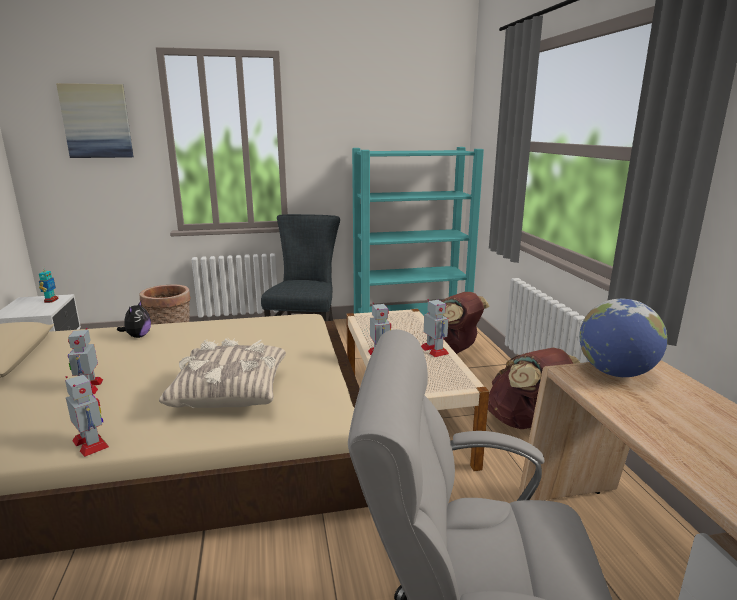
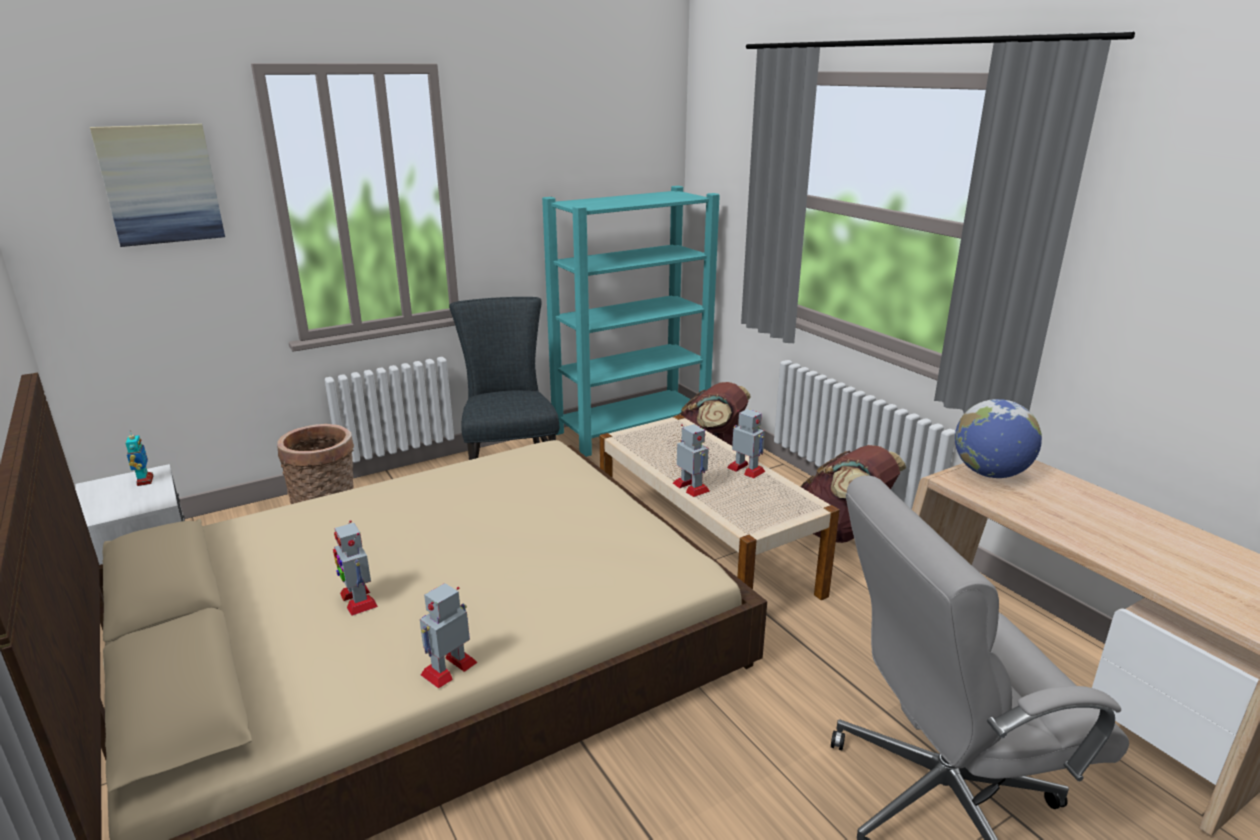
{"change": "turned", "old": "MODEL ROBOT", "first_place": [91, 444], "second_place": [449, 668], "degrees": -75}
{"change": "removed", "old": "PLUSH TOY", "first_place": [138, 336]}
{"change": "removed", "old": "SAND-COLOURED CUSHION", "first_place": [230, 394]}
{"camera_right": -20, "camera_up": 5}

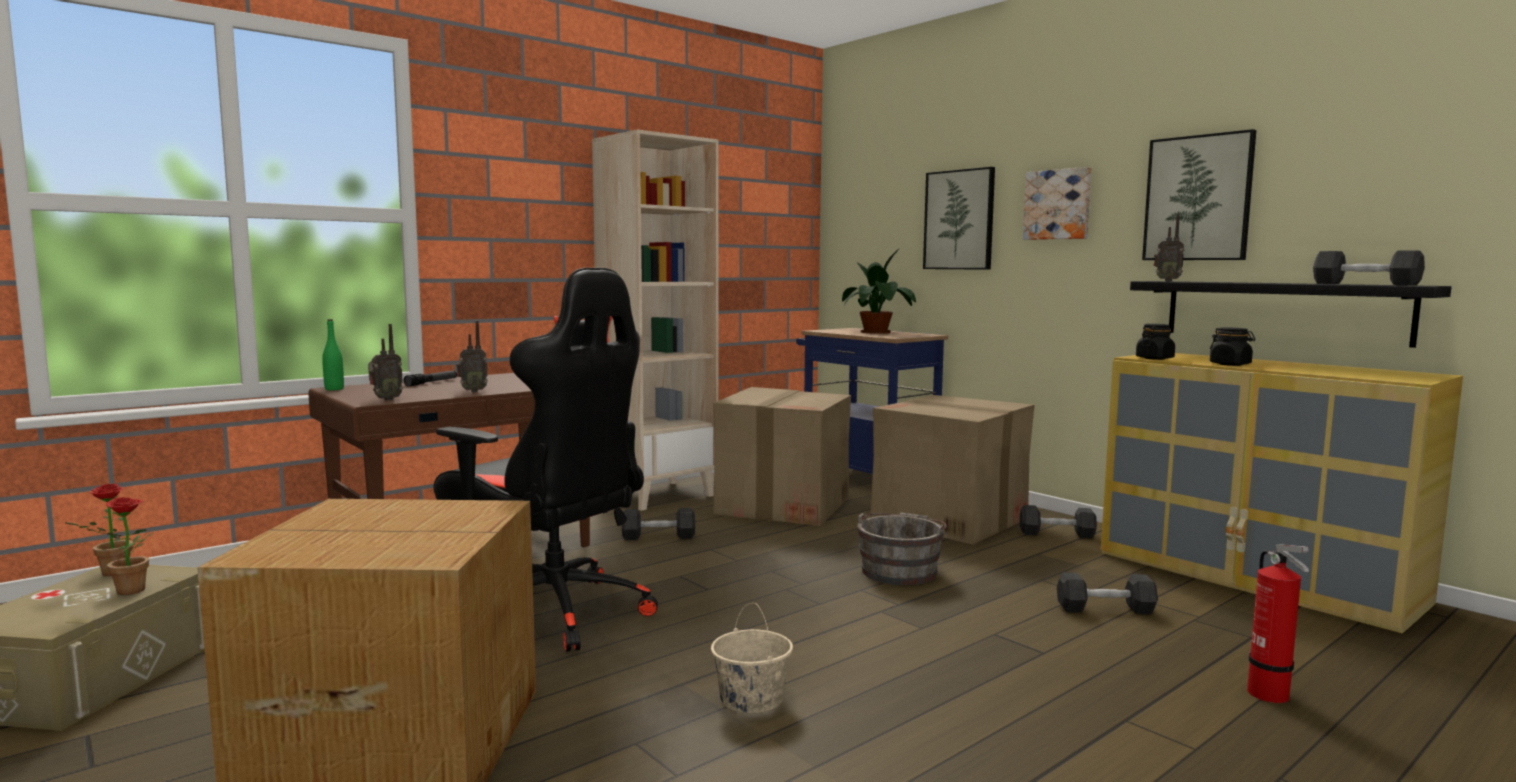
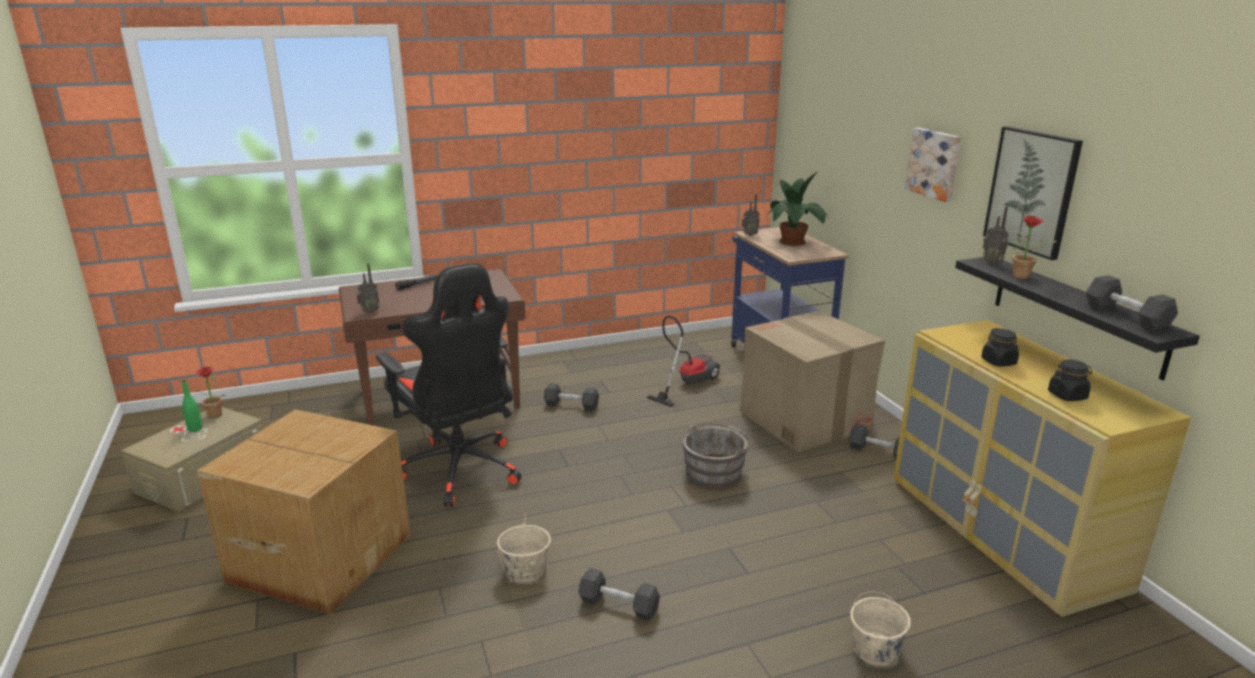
{"change": "moved", "old": "GREENISH BOTTLE", "first_place": [334, 389], "second_place": [195, 429]}
{"change": "moved", "old": "BLACKISH FREE WEIGHT", "first_place": [1105, 609], "second_place": [619, 605]}
{"change": "replaced", "old": "CARTON", "new": "VACUUM", "first_place": [783, 505], "second_place": [686, 383]}
{"change": "moved", "old": "RADIO SET", "first_place": [473, 391], "second_place": [749, 235]}
{"change": "replaced", "old": "FIRE-FIGHTING CYLINDER", "new": "SAND-COLOURED BUCKET", "first_place": [1271, 696], "second_place": [876, 649]}
{"change": "moved", "old": "POTTED PLANT", "first_place": [136, 590], "second_place": [1024, 277]}
{"change": "moved", "old": "BLACKISH JAR", "first_place": [1154, 358], "second_place": [1067, 395]}
{"change": "removed", "old": "SAND-COLOURED SHELVING UNIT", "first_place": [658, 495]}
{"change": "removed", "old": "WALL ART", "first_place": [959, 220]}
{"camera_right": 20, "camera_up": 15}

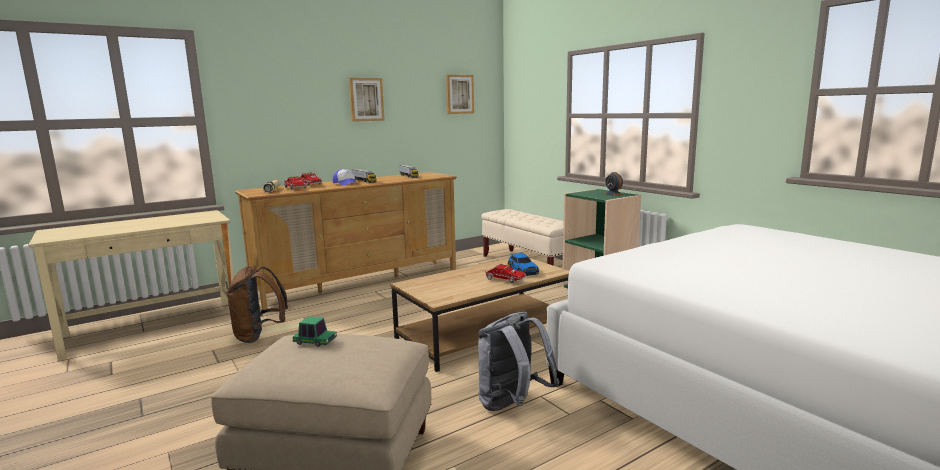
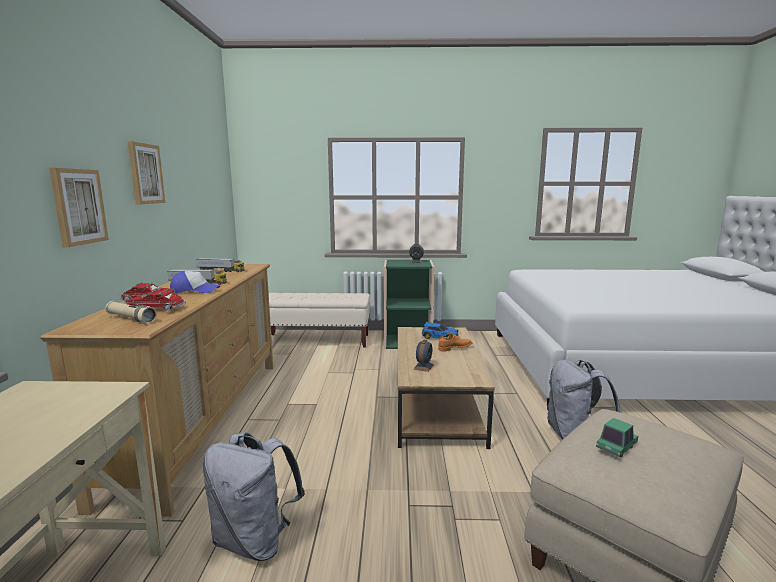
{"change": "moved", "old": "WALL ART", "first_place": [459, 94], "second_place": [78, 206]}
{"change": "recoloured", "old": "BROWN KNAPSACK", "new": "GREYISH KNAPSACK", "first_place": [259, 336], "second_place": [255, 540]}
{"change": "added", "new": "BEDSIDE CLOCK", "second_place": [423, 367]}
{"change": "replaced", "old": "TOY LORRY", "new": "ORANGE-COLOURED LOW SHOE", "first_place": [503, 280], "second_place": [455, 348]}
{"camera_right": -55, "camera_up": 0}

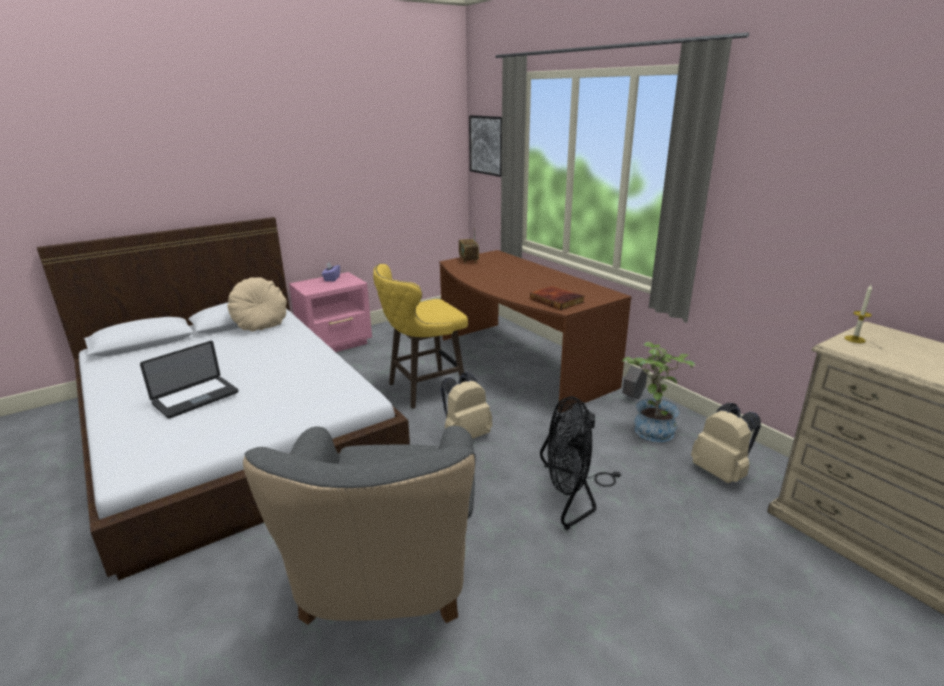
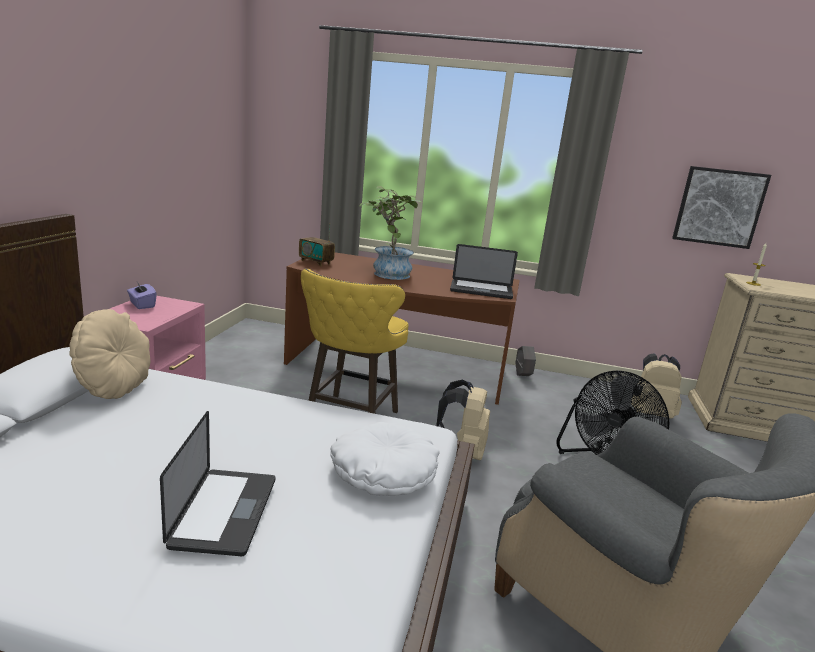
{"change": "added", "new": "WHITE CUSHION", "second_place": [385, 473]}
{"change": "moved", "old": "POTTED PLANT", "first_place": [651, 427], "second_place": [387, 273]}
{"change": "replaced", "old": "BOUND BOOK", "new": "LAPTOP", "first_place": [557, 300], "second_place": [481, 290]}
{"change": "moved", "old": "WALL ART", "first_place": [488, 145], "second_place": [719, 207]}
{"camera_right": -45, "camera_up": -5}

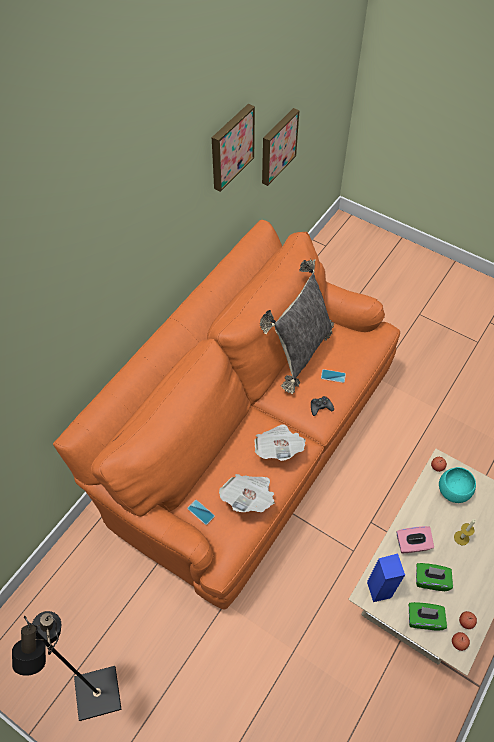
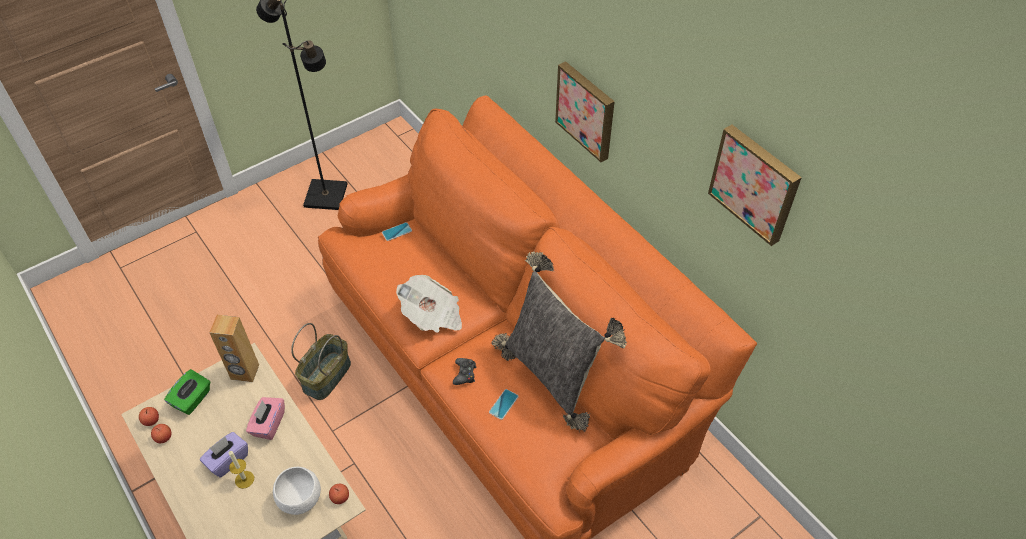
{"change": "added", "new": "PURPLE-COLOURED BOX OF TISSUES", "second_place": [228, 460]}
{"change": "recoloured", "old": "BLUE AUDIO SPEAKER", "new": "BROWN AUDIO SPEAKER", "first_place": [379, 590], "second_place": [245, 372]}
{"change": "recoloured", "old": "TURQUOISE SERVING BOWL", "new": "WHITE SERVING BOWL", "first_place": [452, 491], "second_place": [301, 499]}
{"change": "added", "new": "BASKET", "second_place": [326, 375]}
{"change": "moved", "old": "WALL ART", "first_place": [277, 146], "second_place": [587, 110]}
{"change": "removed", "old": "DAILY PAPER", "first_place": [249, 498]}
{"change": "removed", "old": "GREENISH BOX OF TISSUES", "first_place": [430, 580]}
{"camera_right": 110, "camera_up": -5}

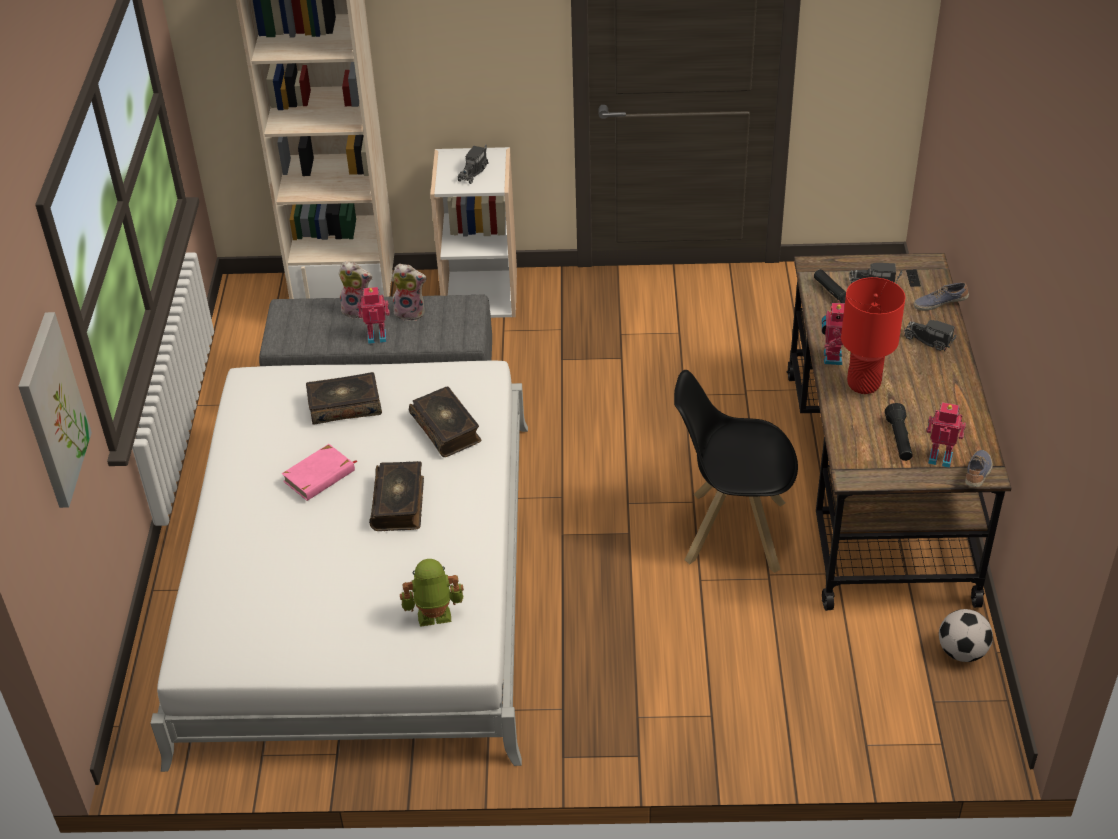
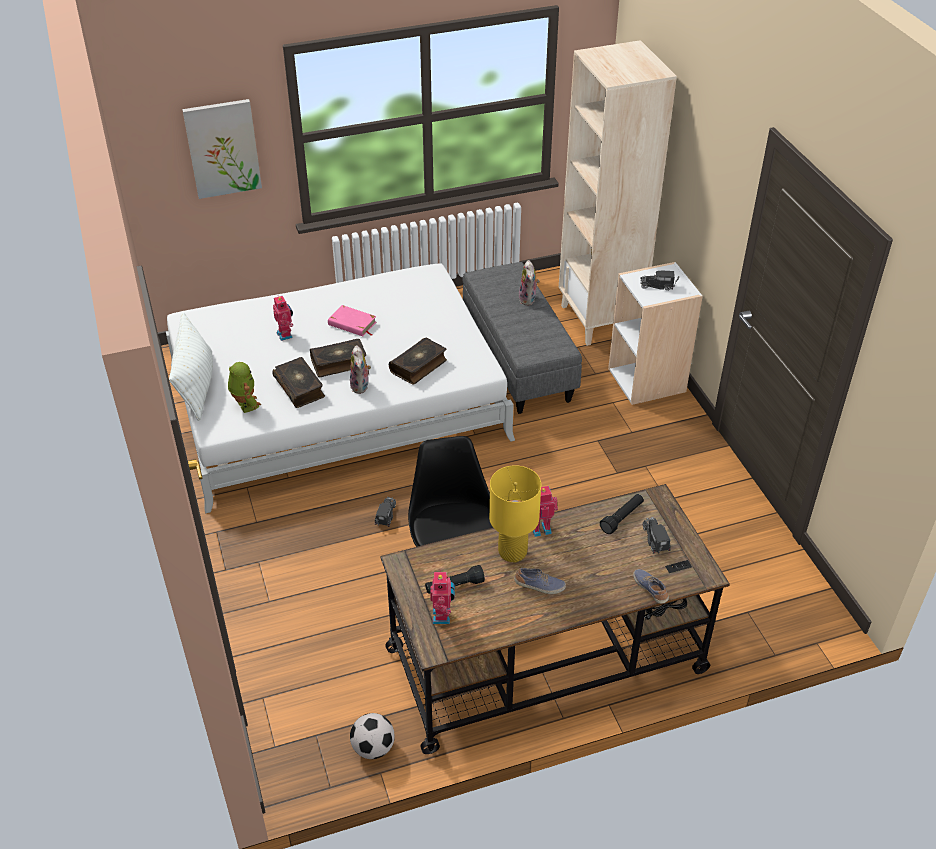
{"change": "added", "new": "WHITE CUSHION", "second_place": [196, 386]}
{"change": "moved", "old": "BOUND BOOK", "first_place": [344, 406], "second_place": [300, 388]}
{"change": "moved", "old": "MODEL ROBOT", "first_place": [377, 336], "second_place": [286, 334]}
{"change": "moved", "old": "PLUSH TOY", "first_place": [411, 312], "second_place": [361, 386]}
{"change": "moved", "old": "TOY LORRY", "first_place": [930, 340], "second_place": [385, 516]}
{"change": "recoloured", "old": "REDDISH TABLE LAMP", "new": "YELLOW TABLE LAMP", "first_place": [863, 387], "second_place": [512, 554]}
{"change": "moved", "old": "LOW SHOE", "first_place": [978, 474], "second_place": [539, 586]}
{"camera_right": 70, "camera_up": 0}

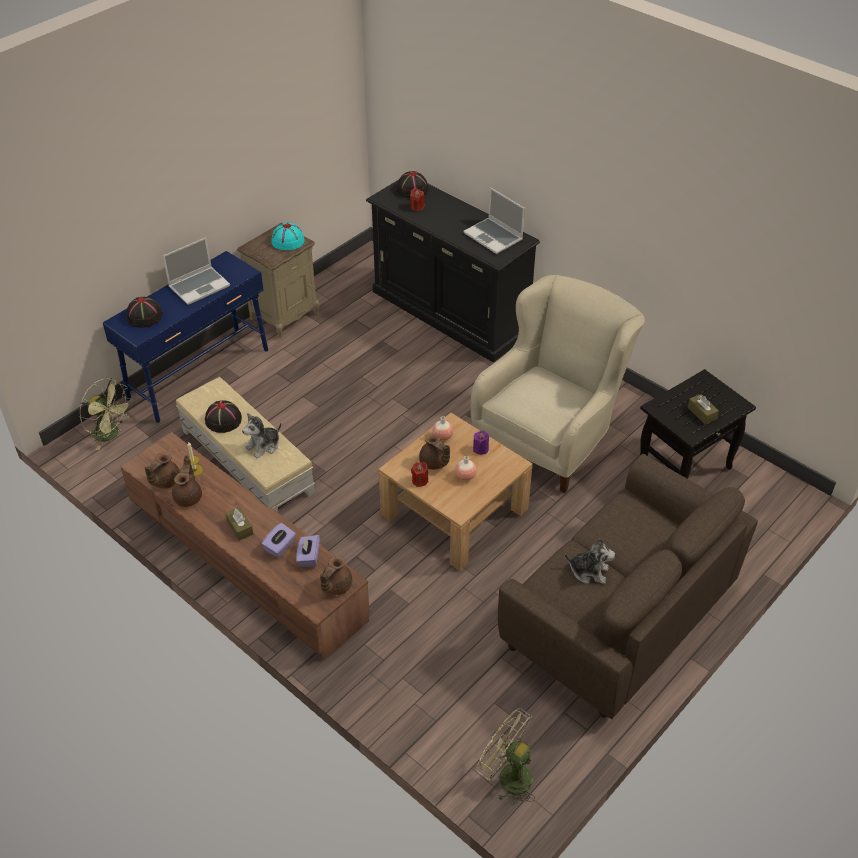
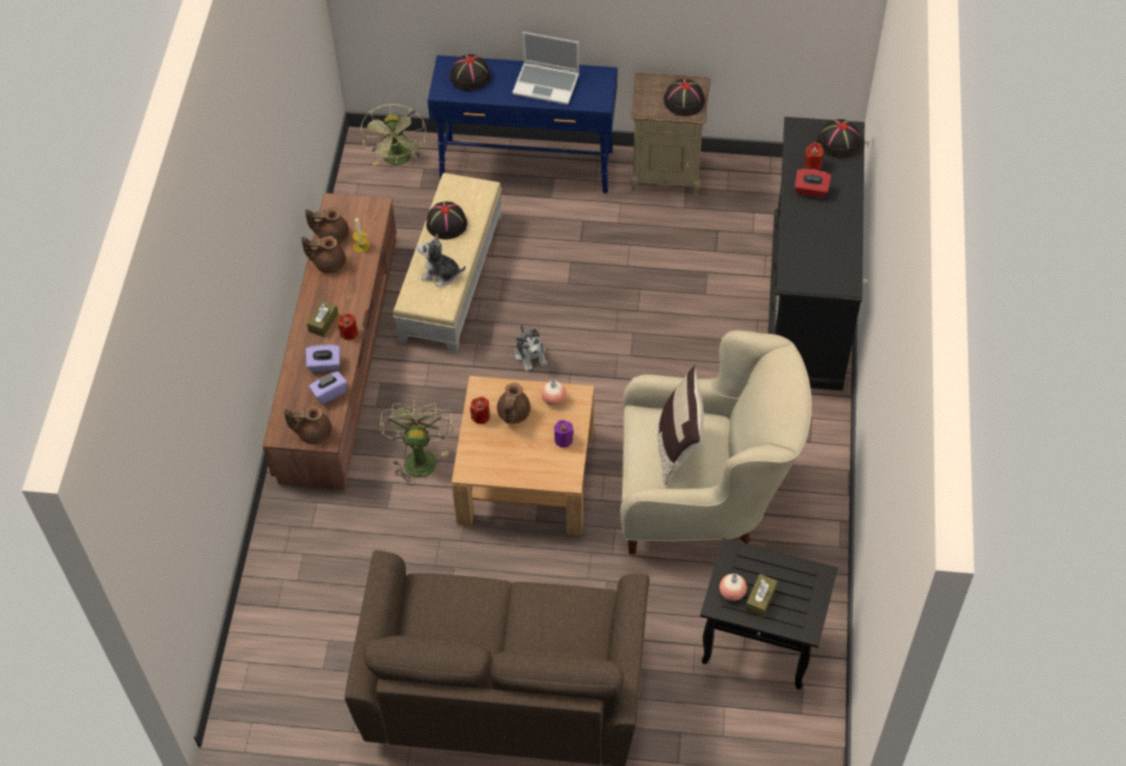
{"change": "turned", "old": "BROWN TEA POT", "first_place": [188, 496], "second_place": [328, 263], "degrees": -150}
{"change": "added", "new": "REDDISH WAX CANDLE", "second_place": [349, 333]}
{"change": "moved", "old": "GREENISH FAN", "first_place": [507, 776], "second_place": [418, 457]}
{"change": "moved", "old": "PLUSH TOY", "first_place": [589, 571], "second_place": [531, 355]}
{"change": "added", "new": "CUSHION", "second_place": [678, 448]}
{"change": "recoloured", "old": "TURQUOISE HAT", "new": "BLACKISH HAT", "first_place": [287, 241], "second_place": [683, 101]}
{"change": "moved", "old": "VASE", "first_place": [465, 476], "second_place": [732, 592]}
{"change": "added", "new": "REDDISH BOX OF TISSUES", "second_place": [811, 191]}
{"change": "removed", "old": "LAPTOP", "first_place": [494, 237]}
{"camera_right": 55, "camera_up": 10}

